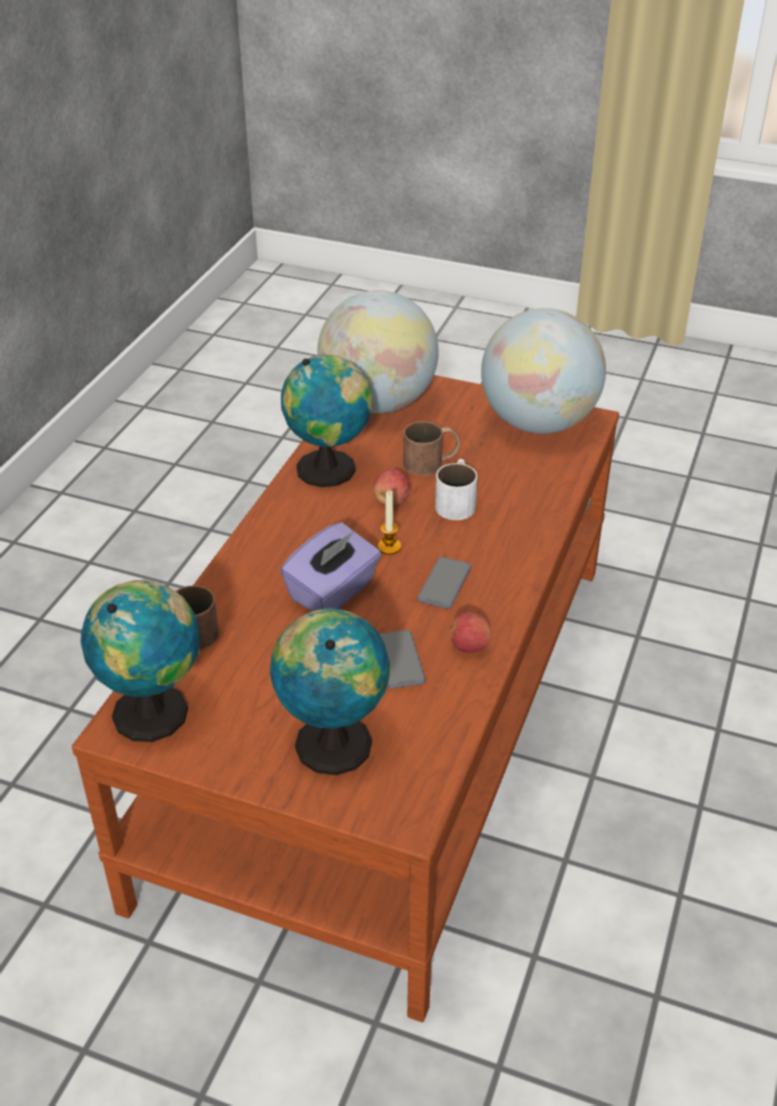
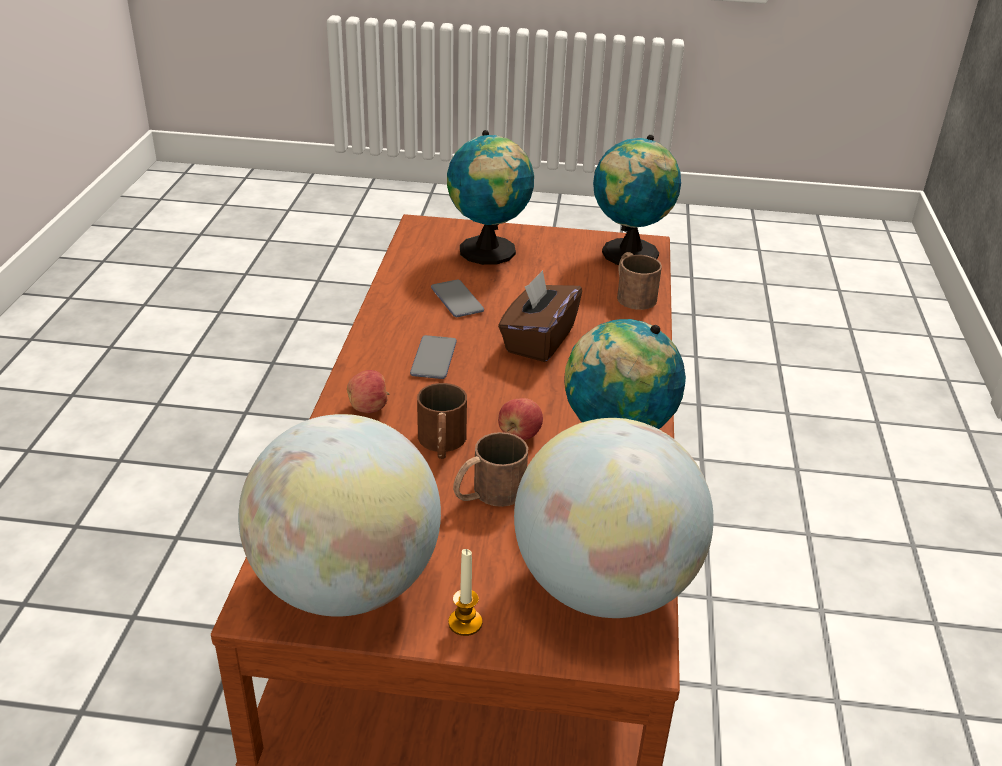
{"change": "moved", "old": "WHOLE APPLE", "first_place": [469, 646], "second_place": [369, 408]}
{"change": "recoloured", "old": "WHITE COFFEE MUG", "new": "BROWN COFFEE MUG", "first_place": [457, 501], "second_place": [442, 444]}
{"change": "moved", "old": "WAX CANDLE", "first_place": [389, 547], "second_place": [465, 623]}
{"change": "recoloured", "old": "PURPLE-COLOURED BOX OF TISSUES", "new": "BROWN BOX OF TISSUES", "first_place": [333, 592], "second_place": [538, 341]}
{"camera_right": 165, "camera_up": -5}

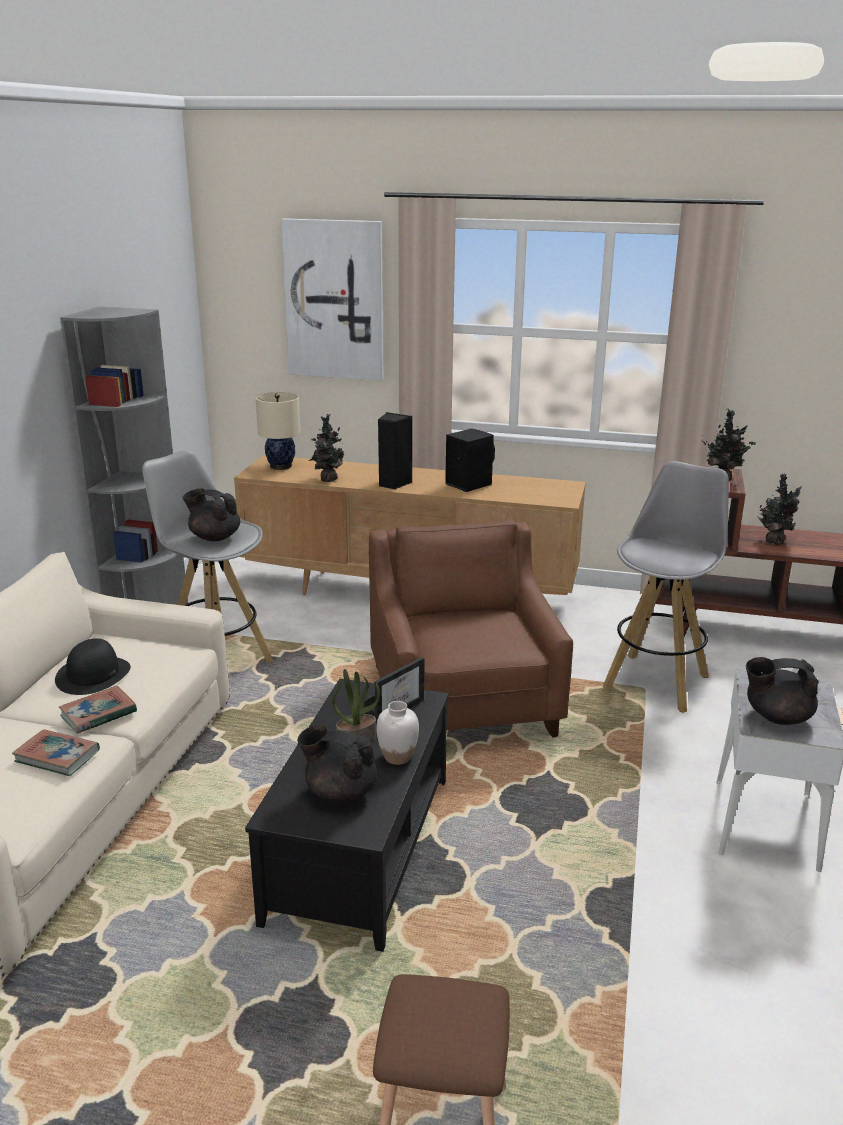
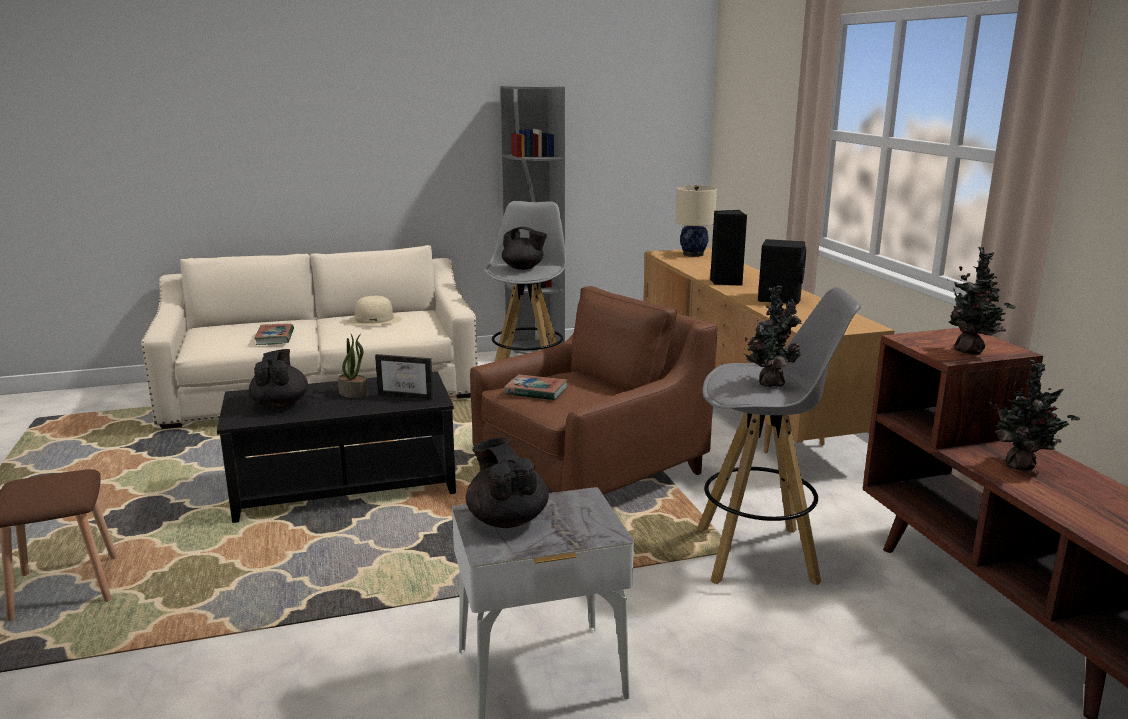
{"change": "recoloured", "old": "BLACKISH HAT", "new": "SAND-COLOURED HAT", "first_place": [93, 674], "second_place": [374, 320]}
{"change": "turned", "old": "BLACKISH TEA POT", "first_place": [214, 537], "second_place": [523, 268], "degrees": 120}
{"change": "moved", "old": "BOUND BOOK", "first_place": [98, 714], "second_place": [536, 391]}
{"change": "moved", "old": "POTTED PLANT", "first_place": [327, 479], "second_place": [770, 383]}
{"change": "removed", "old": "WALL ART", "first_place": [334, 300]}
{"change": "removed", "old": "WHITE VASE", "first_place": [397, 757]}
{"camera_right": 60, "camera_up": -5}

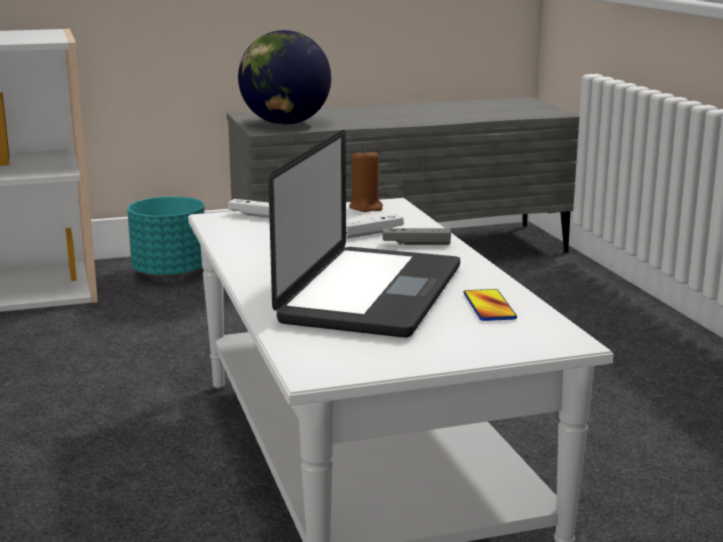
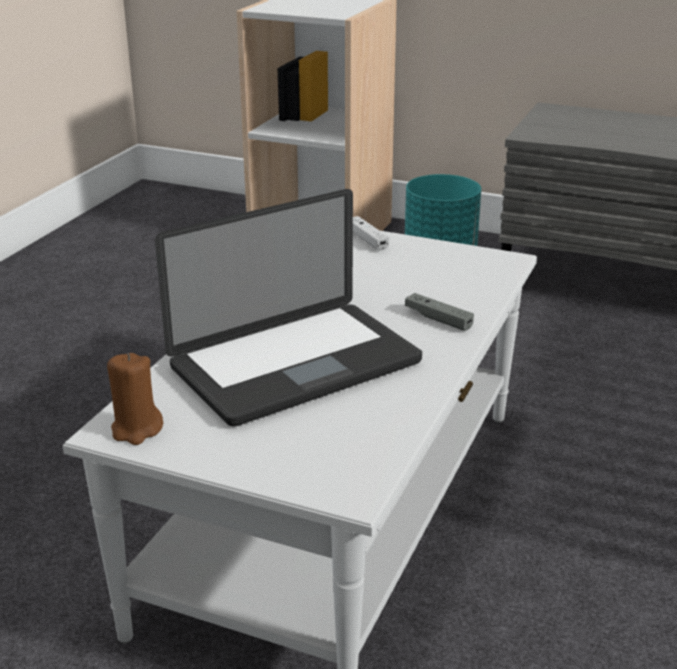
{"change": "moved", "old": "BROWN WAX CANDLE", "first_place": [366, 207], "second_place": [136, 429]}
{"change": "removed", "old": "DESK GLOBE", "first_place": [286, 124]}
{"change": "removed", "old": "WHITE GAMEPAD", "first_place": [372, 233]}
{"change": "removed", "old": "HANDSET", "first_place": [489, 307]}
{"camera_right": 40, "camera_up": 10}

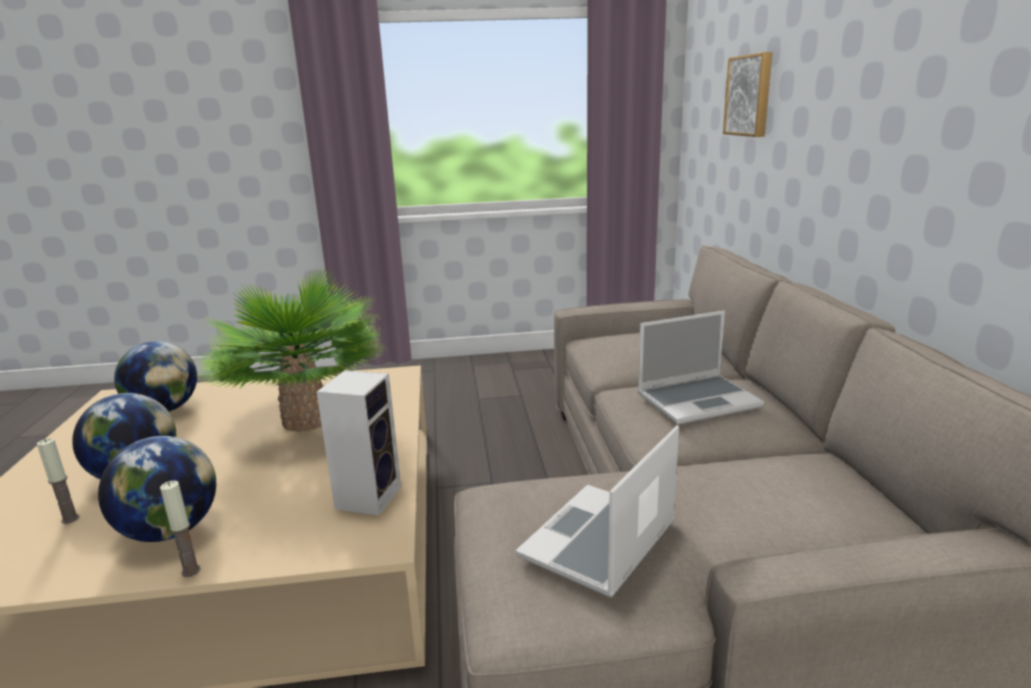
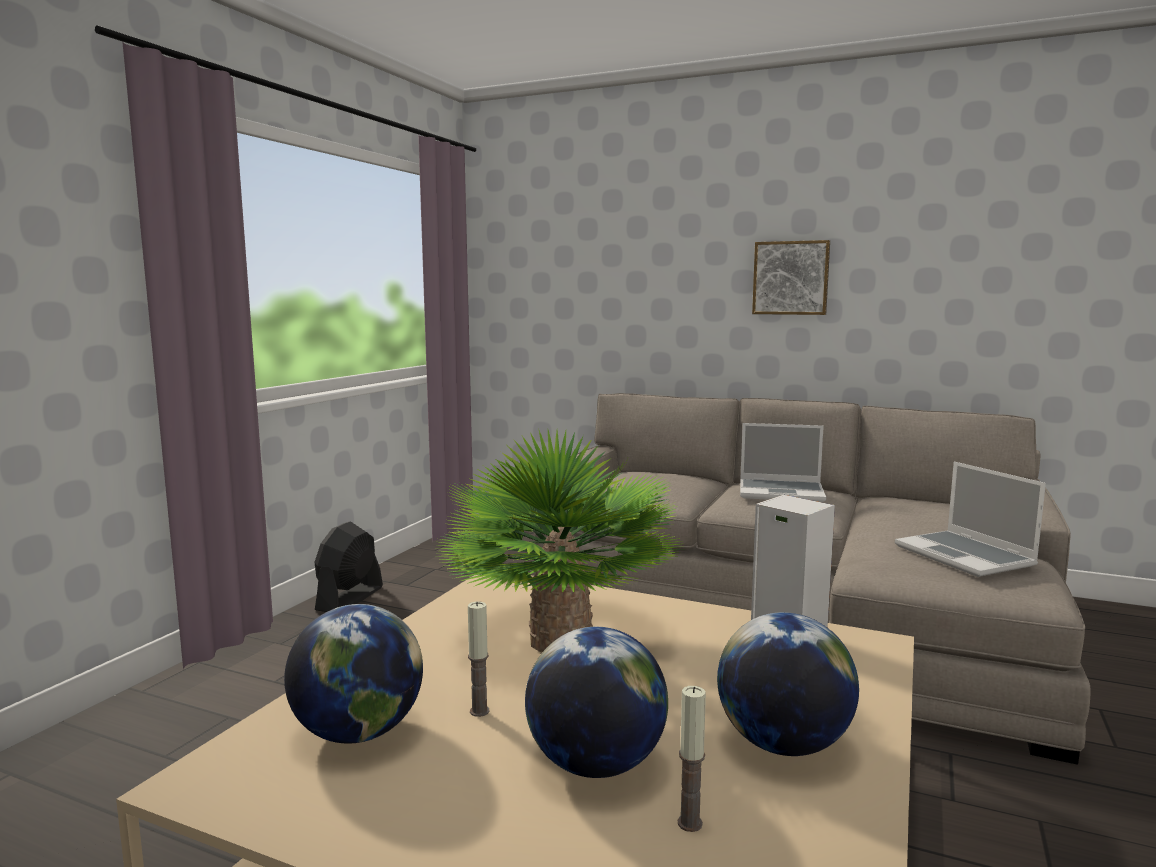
{"change": "added", "new": "BLACKISH FAN", "second_place": [349, 598]}
{"change": "moved", "old": "WAX CANDLE", "first_place": [191, 571], "second_place": [479, 711]}
{"change": "turned", "old": "LAPTOP", "first_place": [698, 400], "second_place": [782, 492], "degrees": 90}
{"change": "moved", "old": "WALL ART", "first_place": [750, 95], "second_place": [791, 278]}
{"camera_right": -60, "camera_up": -10}

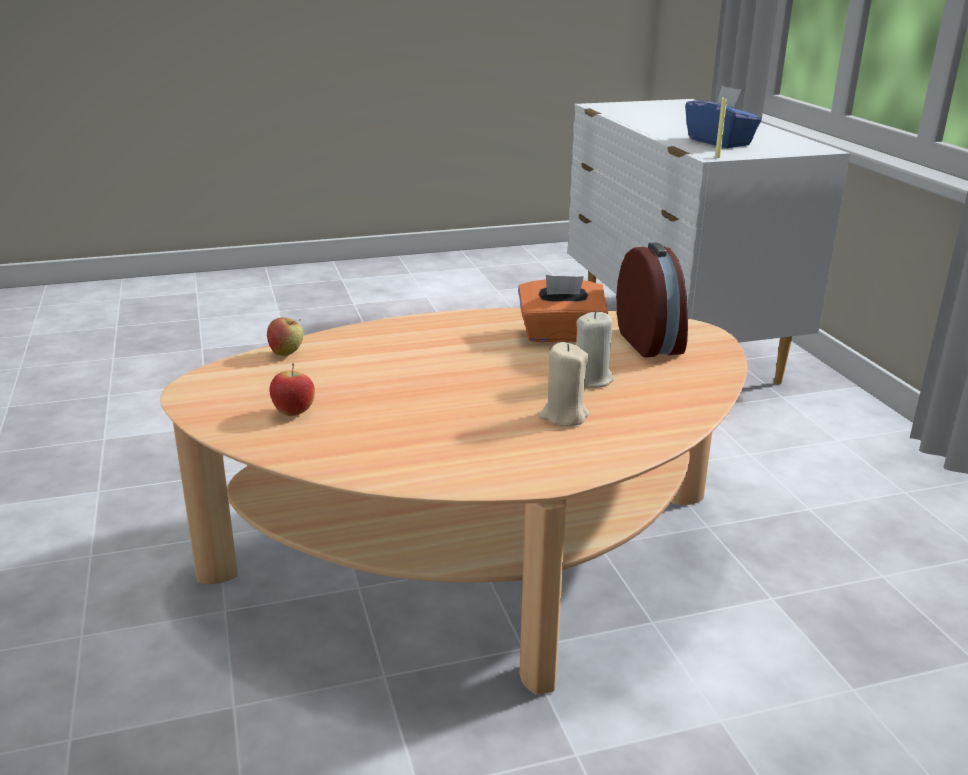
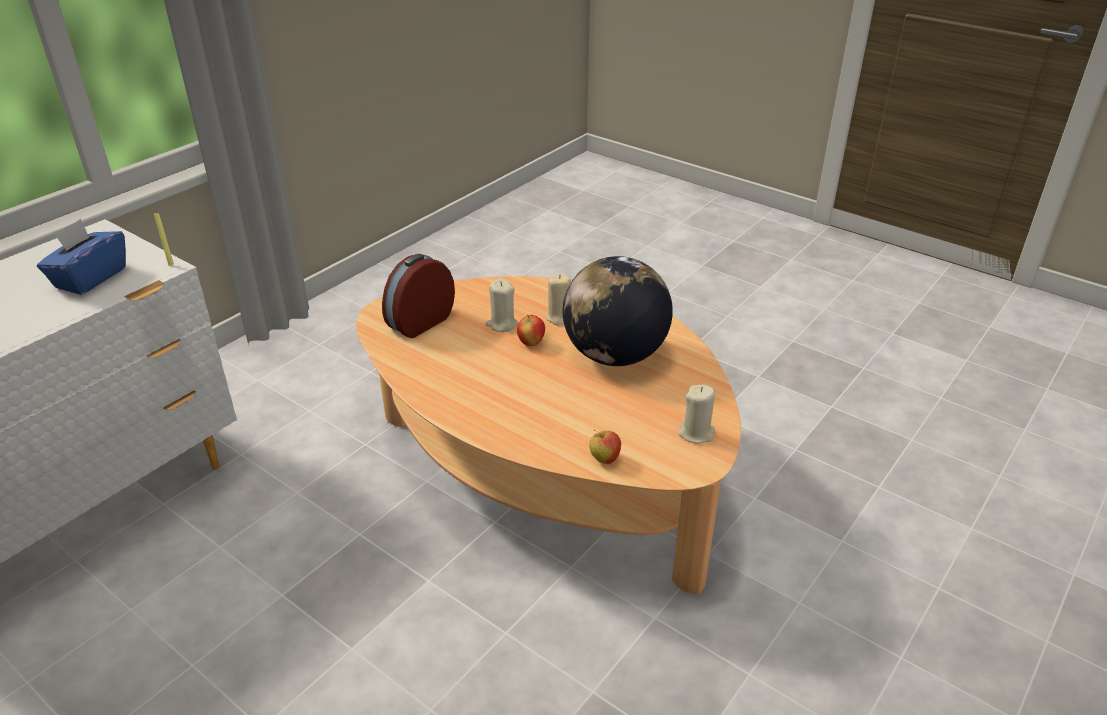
{"change": "moved", "old": "WHOLE APPLE", "first_place": [293, 413], "second_place": [531, 343]}
{"change": "added", "new": "DESK GLOBE", "second_place": [614, 355]}
{"change": "added", "new": "SAND-COLOURED WAX CANDLE", "second_place": [696, 433]}
{"change": "removed", "old": "ORANGE-COLOURED BOX OF TISSUES", "first_place": [561, 335]}
{"camera_right": -125, "camera_up": 10}

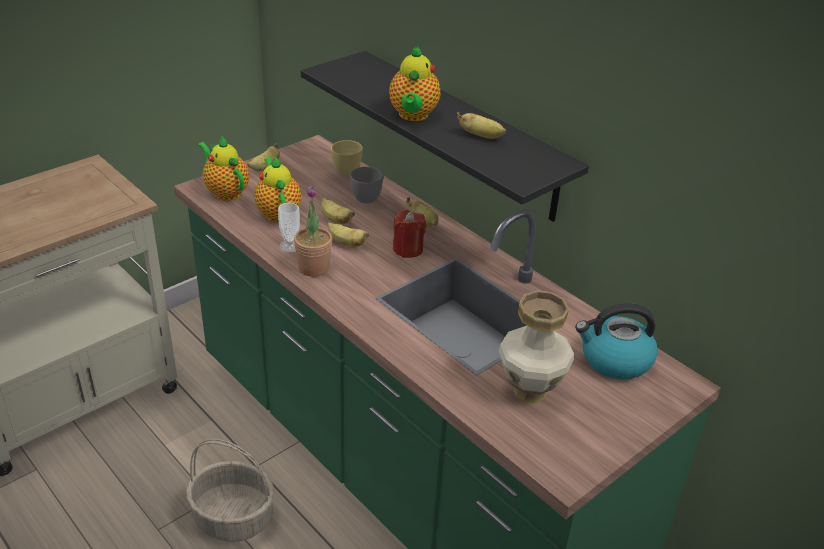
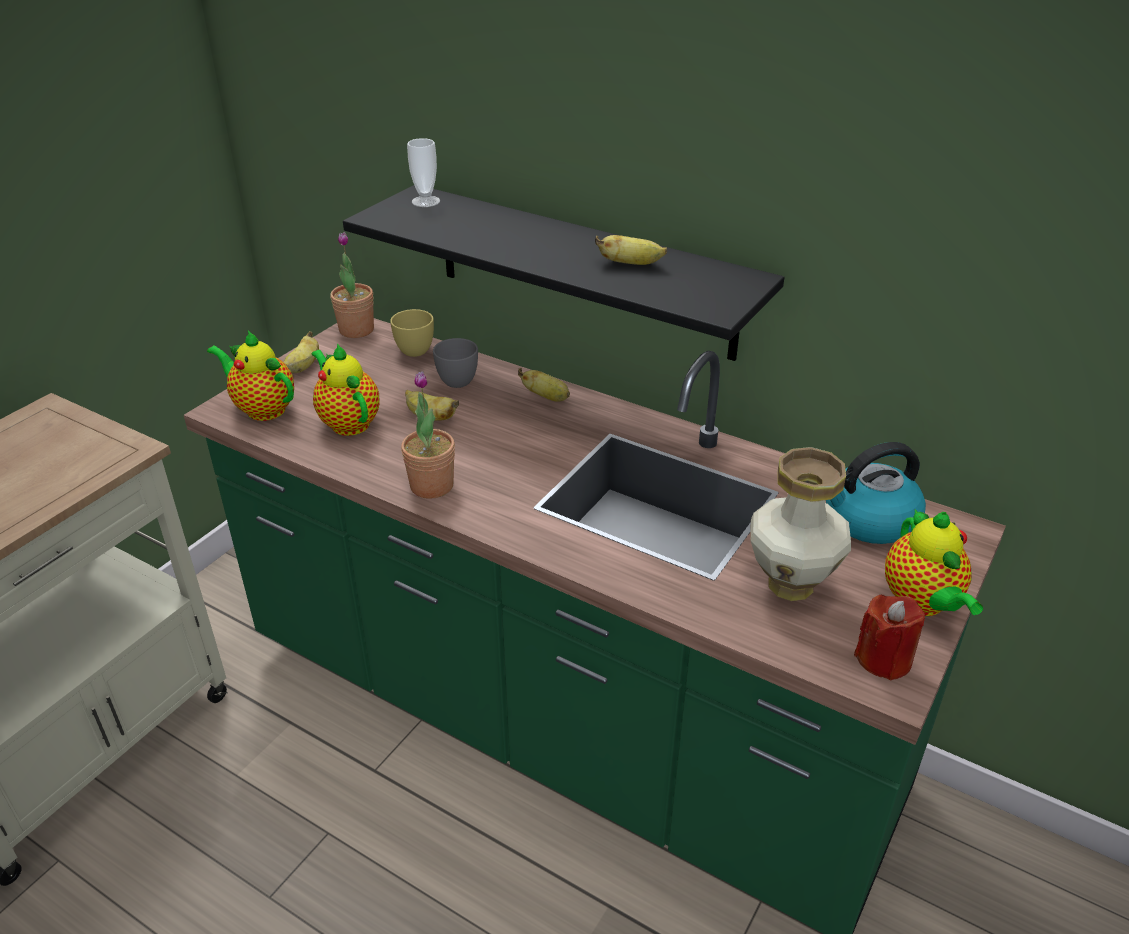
{"change": "added", "new": "POTTED PLANT", "second_place": [356, 330]}
{"change": "moved", "old": "DRINKING CUP", "first_place": [290, 246], "second_place": [425, 201]}
{"change": "moved", "old": "REDDISH WAX CANDLE", "first_place": [408, 249], "second_place": [884, 659]}
{"change": "moved", "old": "TEA POT", "first_place": [413, 116], "second_place": [922, 603]}
{"change": "removed", "old": "BASKET", "first_place": [234, 518]}
{"change": "removed", "old": "WHOLE BANANA", "first_place": [346, 243]}
{"camera_right": -15, "camera_up": 0}

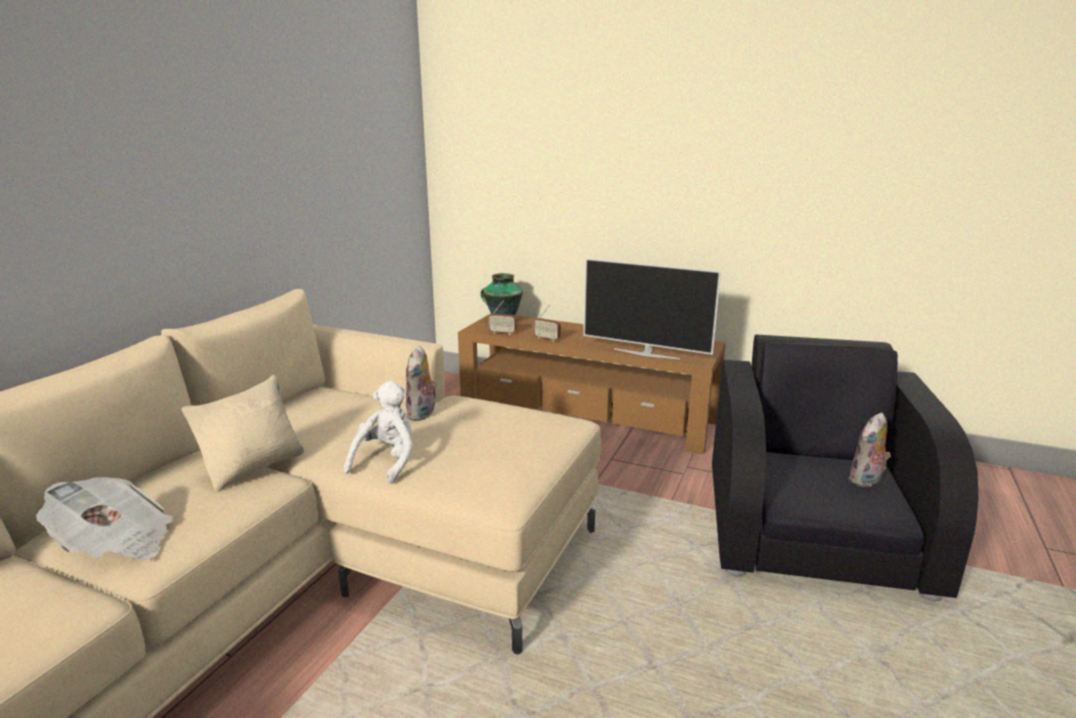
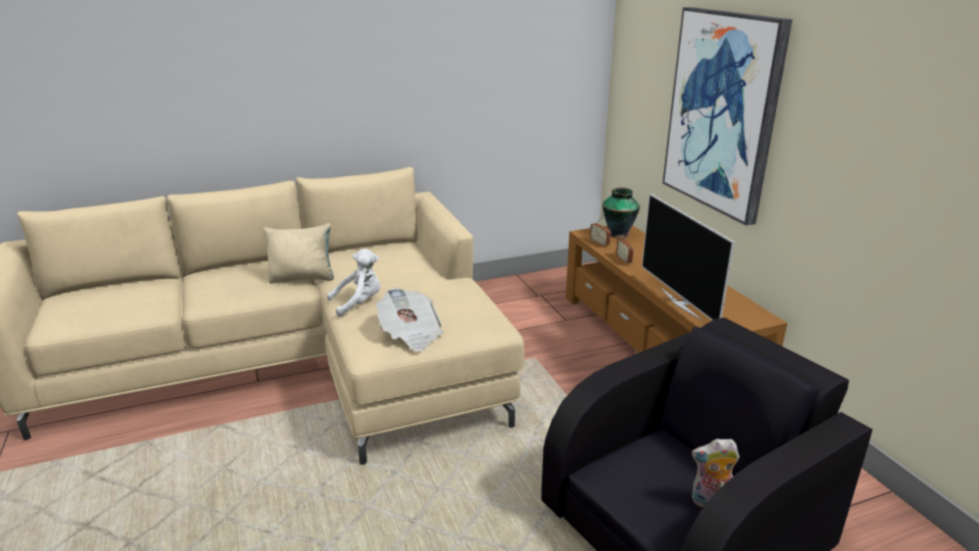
{"change": "moved", "old": "DAILY PAPER", "first_place": [115, 543], "second_place": [411, 335]}
{"change": "added", "new": "WALL ART", "second_place": [723, 112]}
{"change": "removed", "old": "PLUSH TOY", "first_place": [422, 414]}
{"camera_right": 45, "camera_up": 5}

